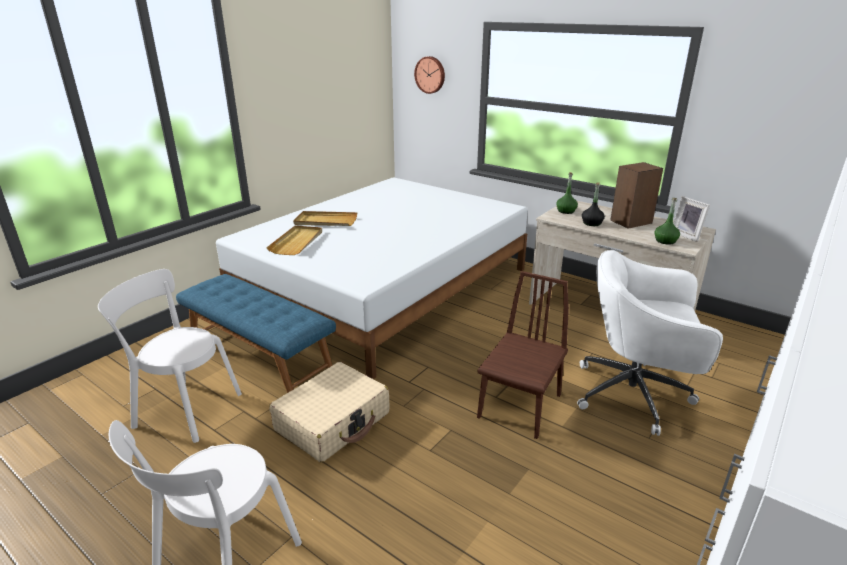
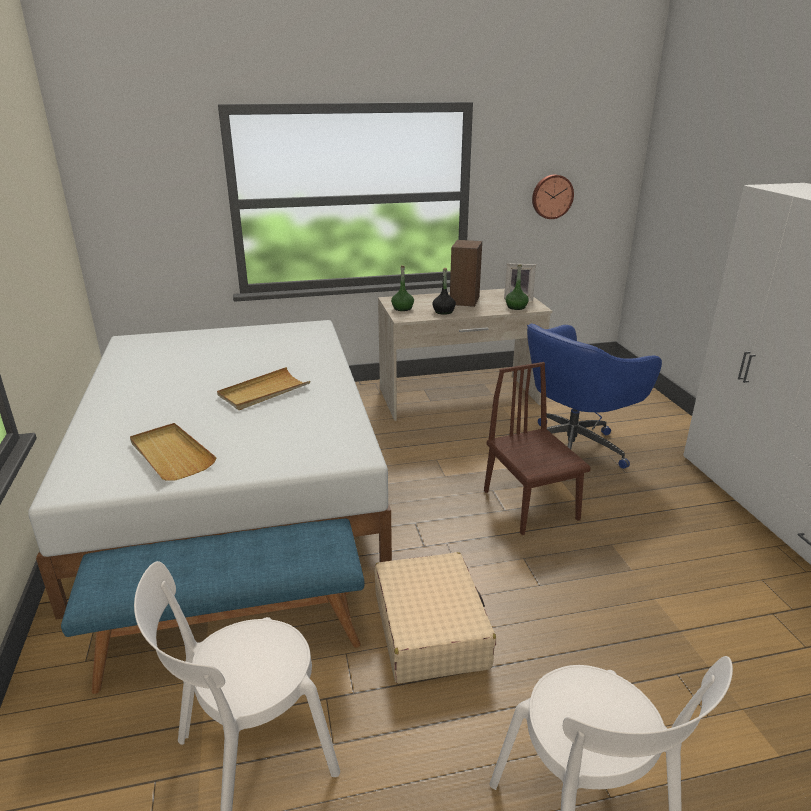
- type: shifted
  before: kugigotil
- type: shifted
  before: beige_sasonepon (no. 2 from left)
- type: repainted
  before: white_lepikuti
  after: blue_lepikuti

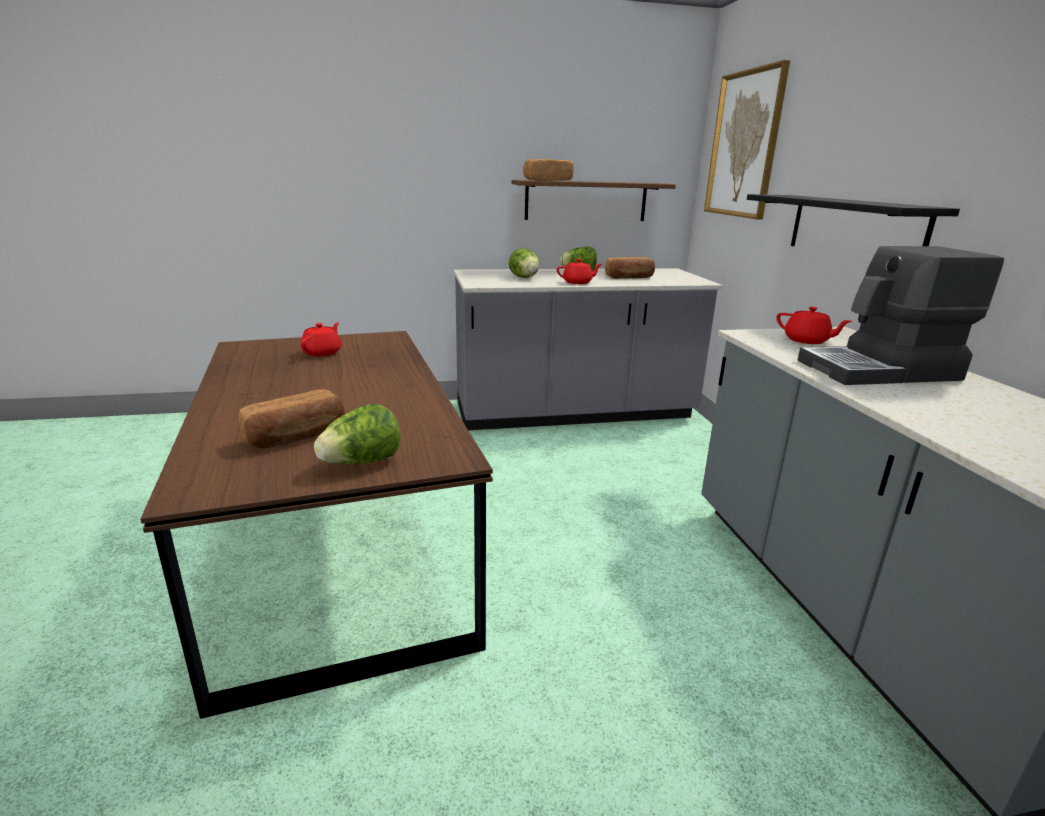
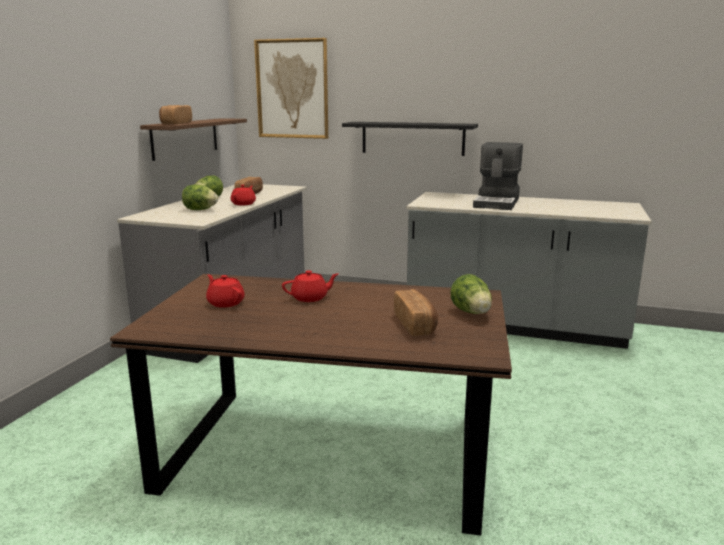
- type: shifted
  before: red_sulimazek (no. 3 from left)

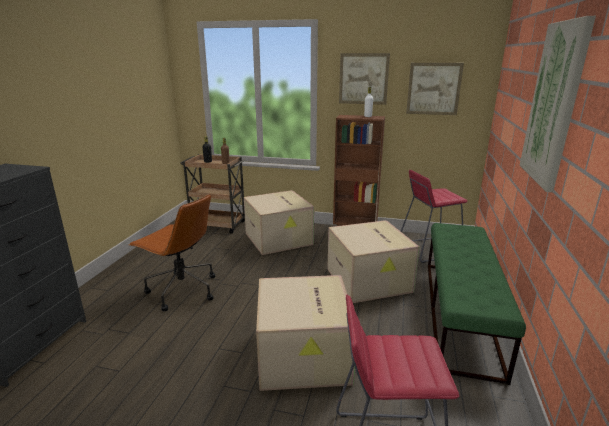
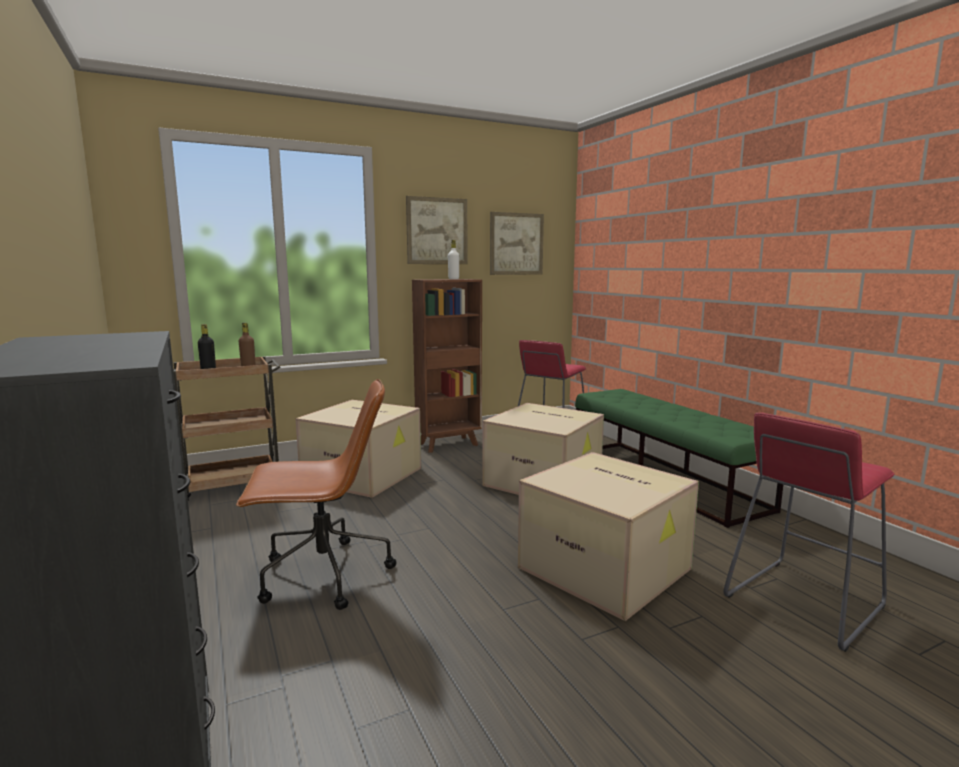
- type: gone
  before: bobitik (no. 3 from left)

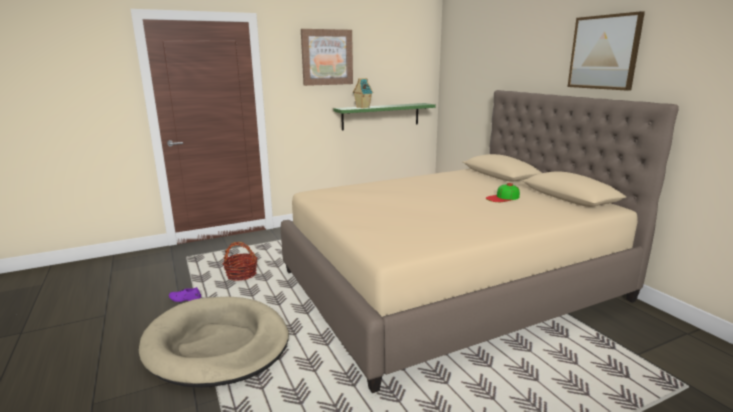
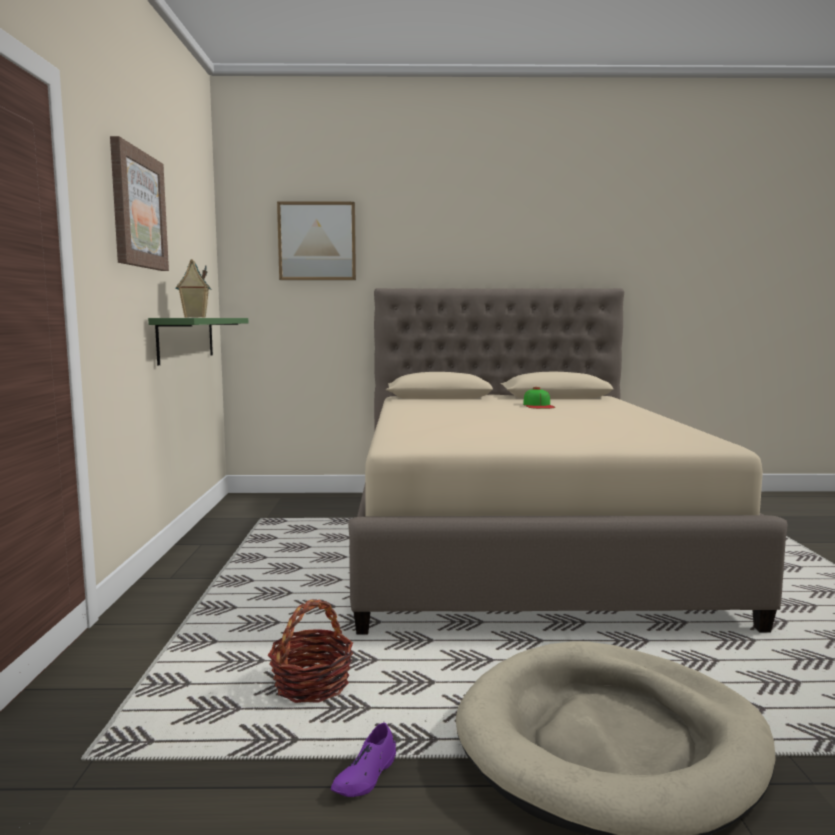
- type: shifted
  before: bobitik (no. 2 from left)

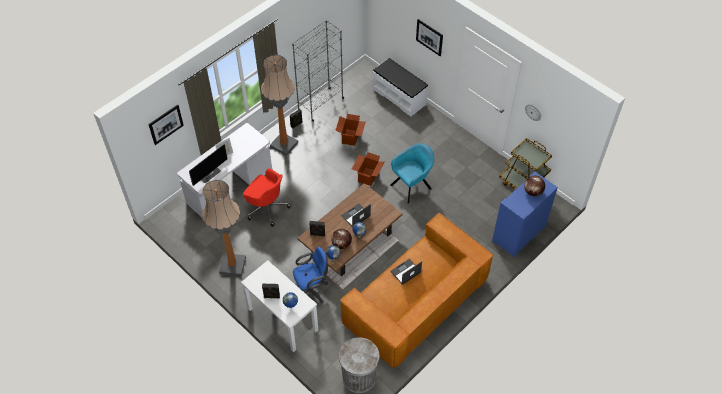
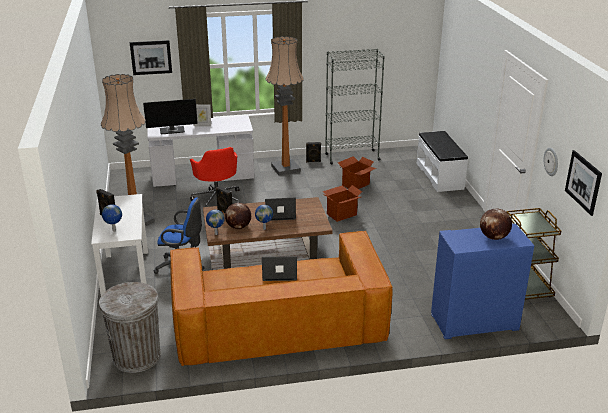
- type: shifted
  before: bobitik (no. 2 from left)
- type: gone
  before: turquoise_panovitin

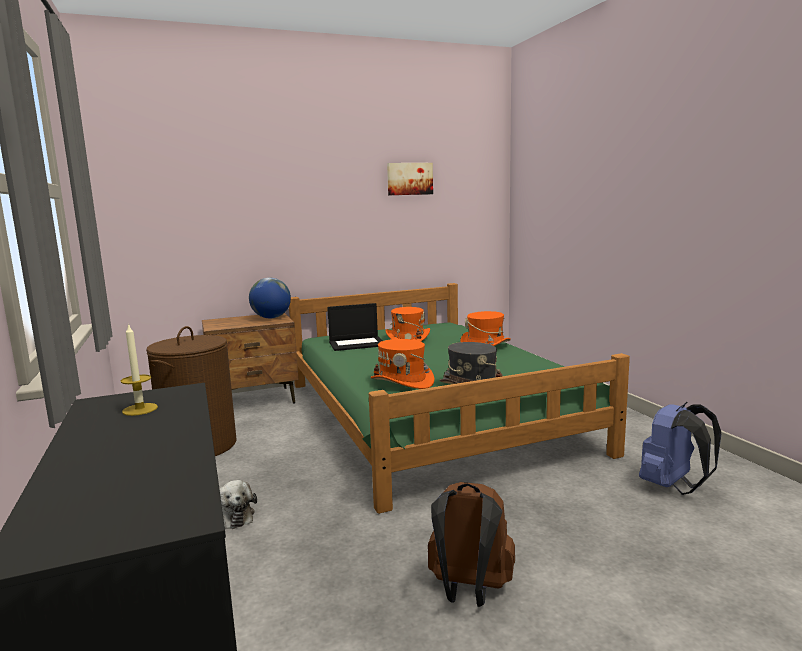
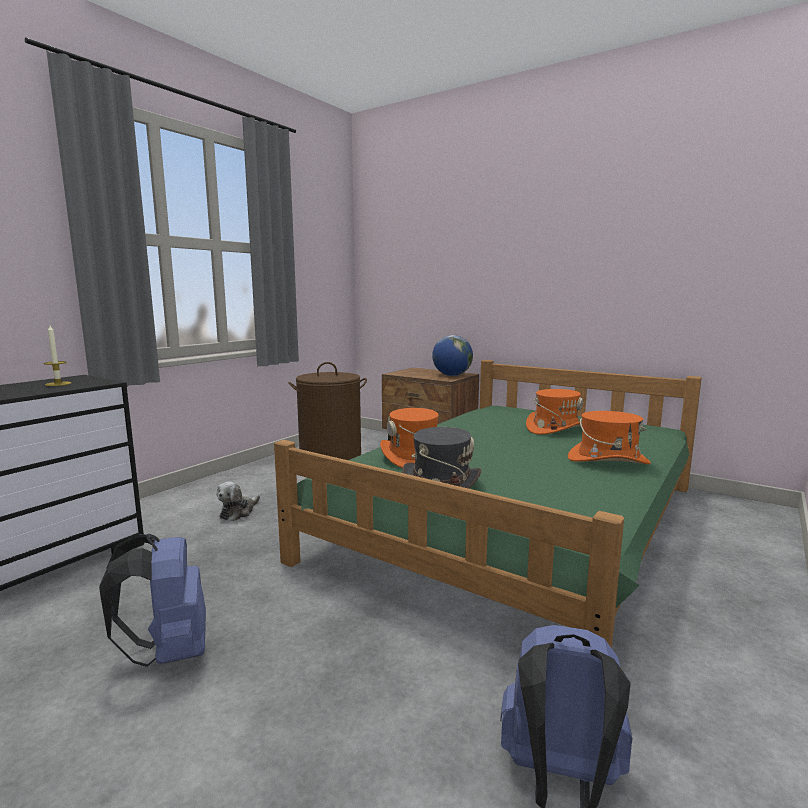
- type: gone
  before: bobitik
- type: gone
  before: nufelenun
- type: repainted
  before: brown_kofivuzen
  after: blue_kofivuzen (no. 1 from left)

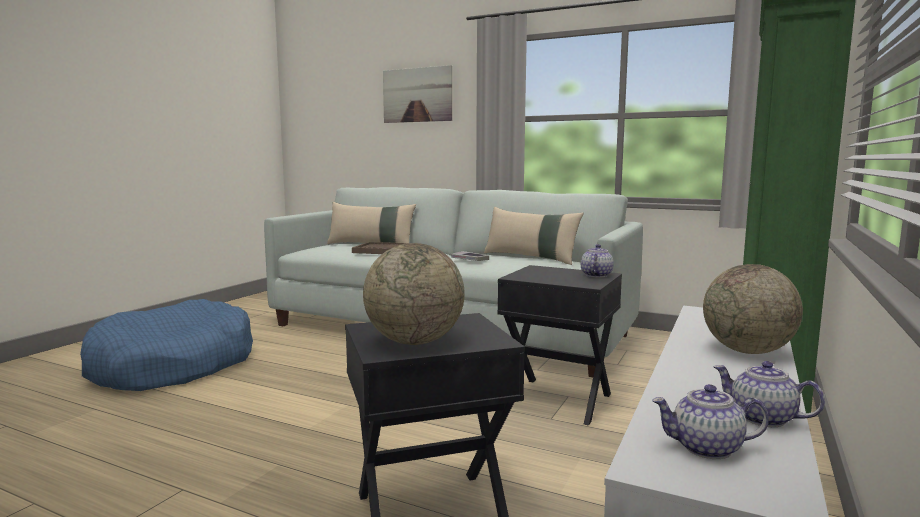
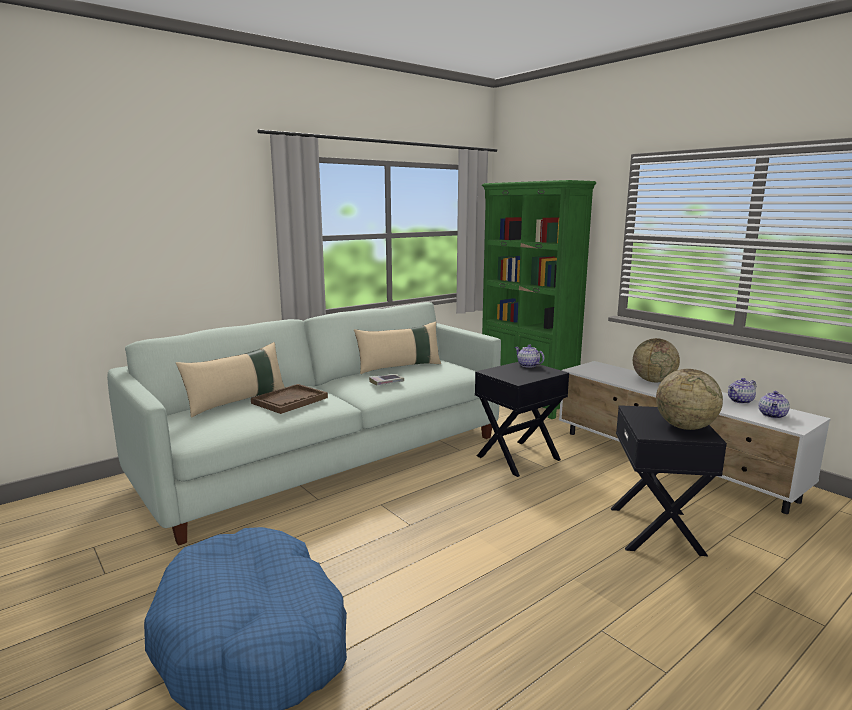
- type: gone
  before: bobitik

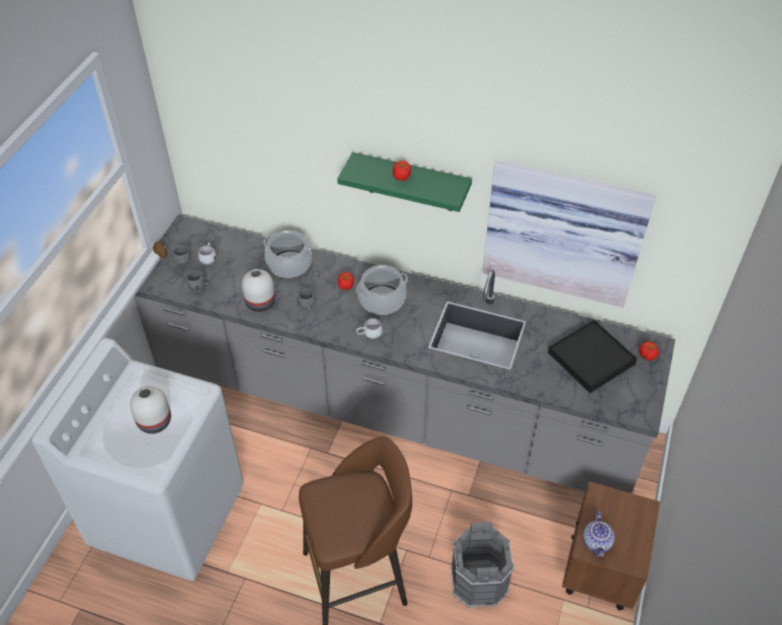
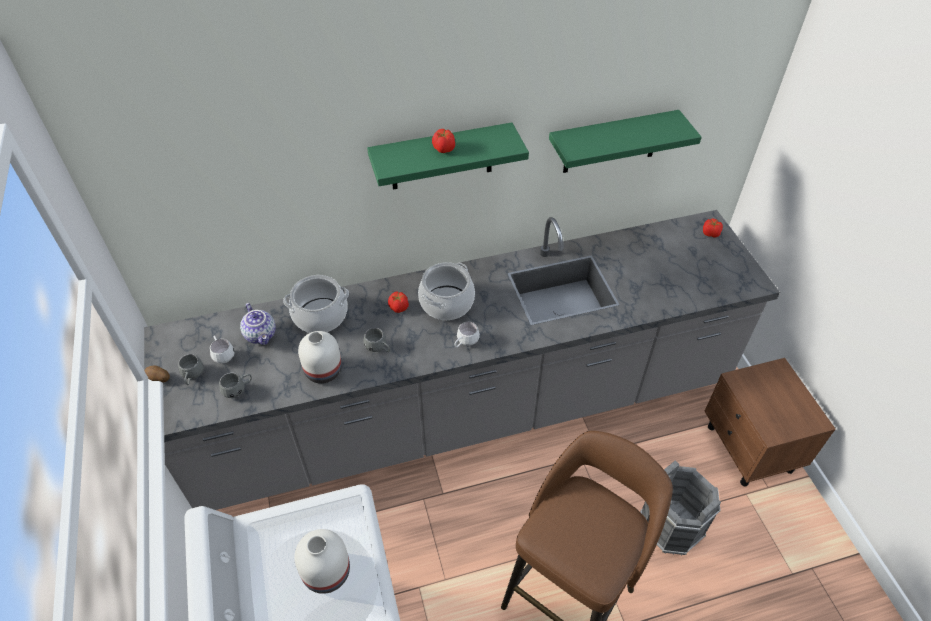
- type: swapped
  before: bobitik
  after: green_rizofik (no. 2 from left)
- type: gone
  before: black_sasonepon
- type: shifted
  before: sulimazek

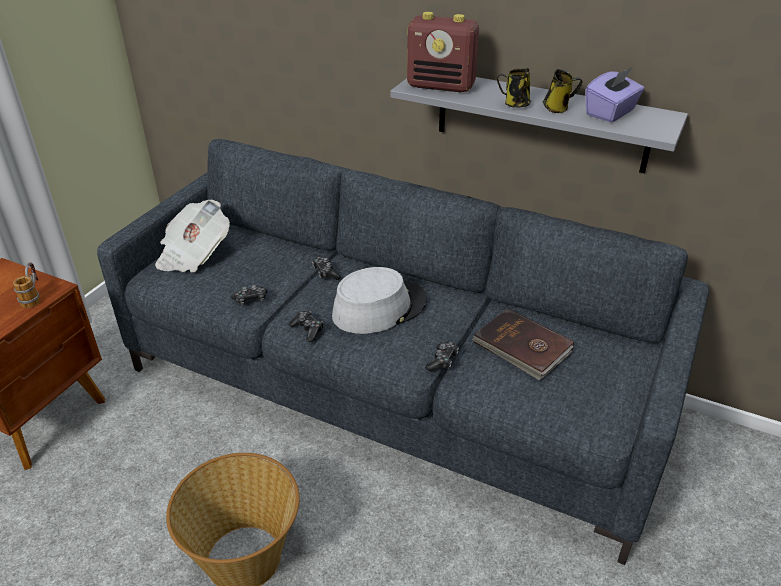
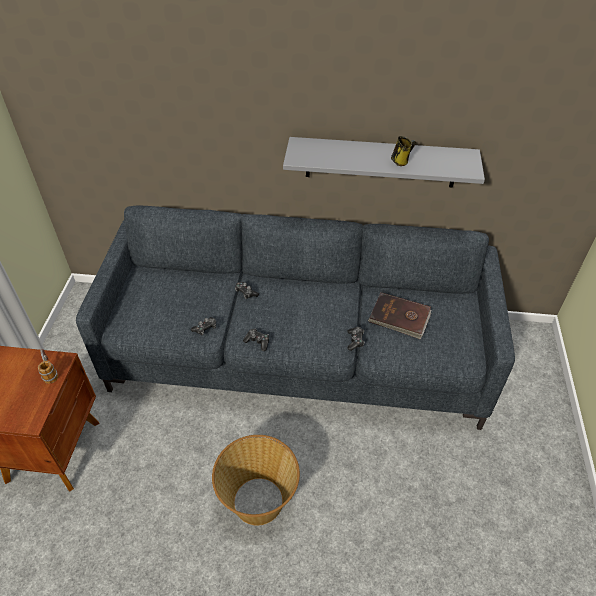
- type: gone
  before: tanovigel
- type: gone
  before: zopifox (no. 2 from left)
- type: gone
  before: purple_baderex
- type: gone
  before: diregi
- type: gone
  before: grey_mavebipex

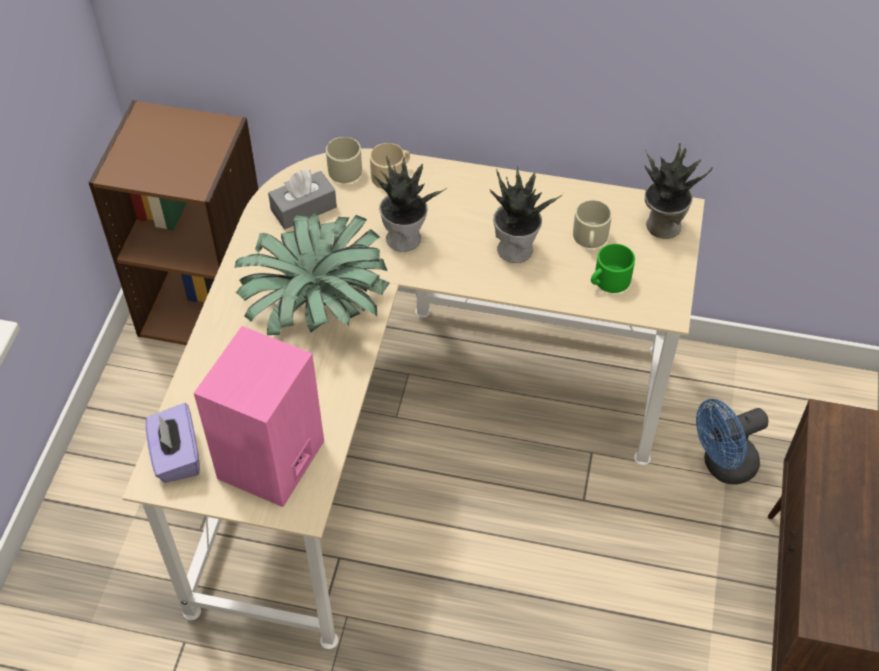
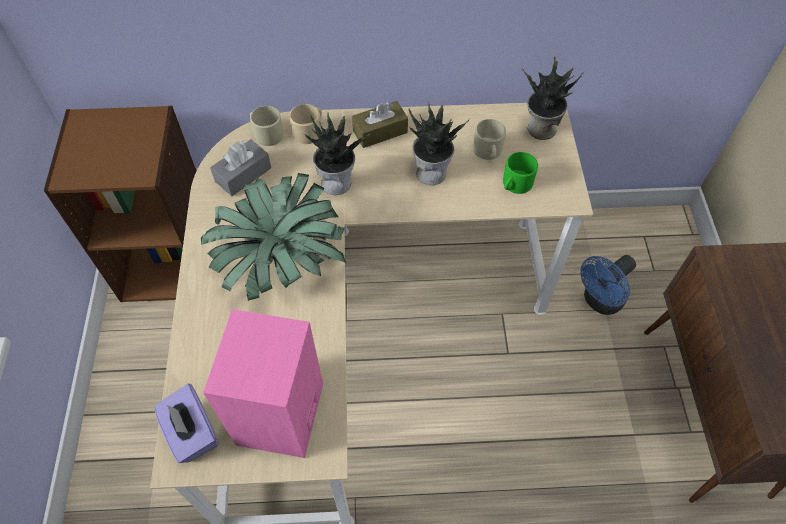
- type: new
  after: brown_baderex

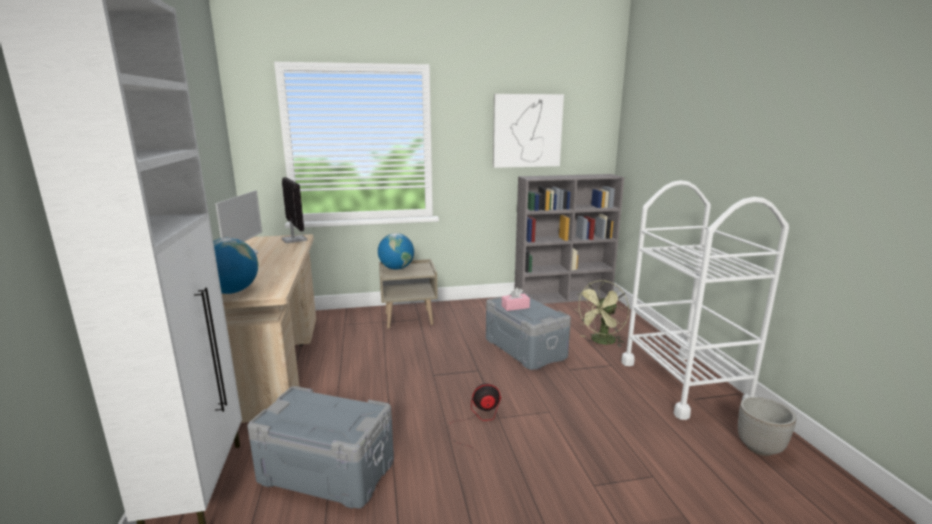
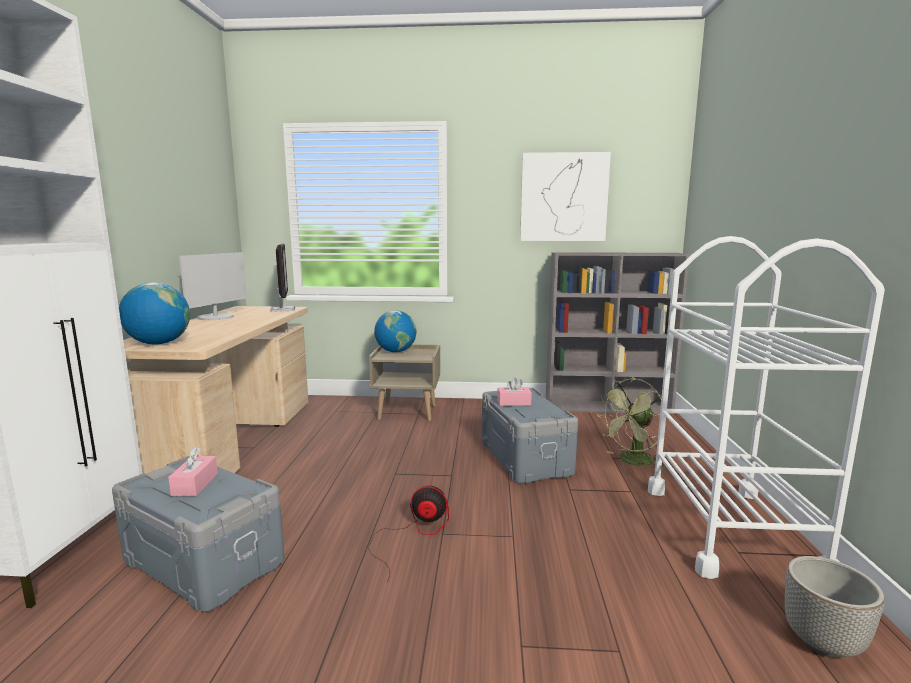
- type: new
  after: pink_baderex (no. 1 from left)

